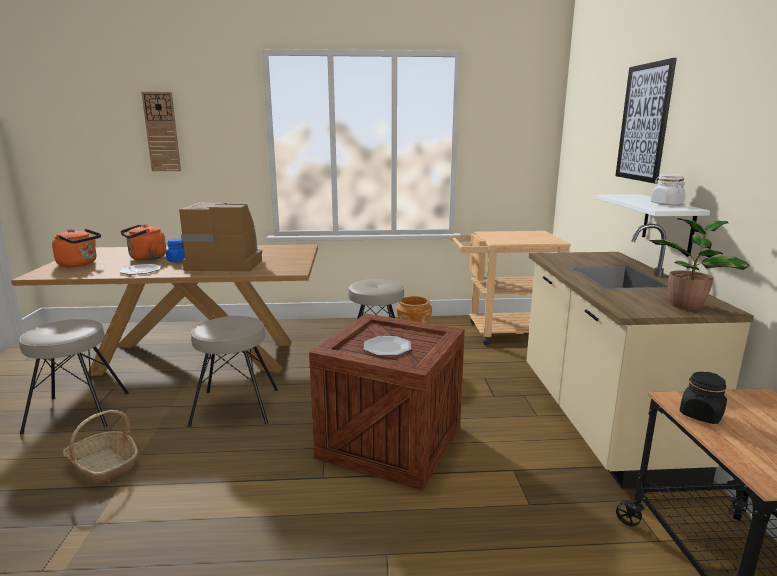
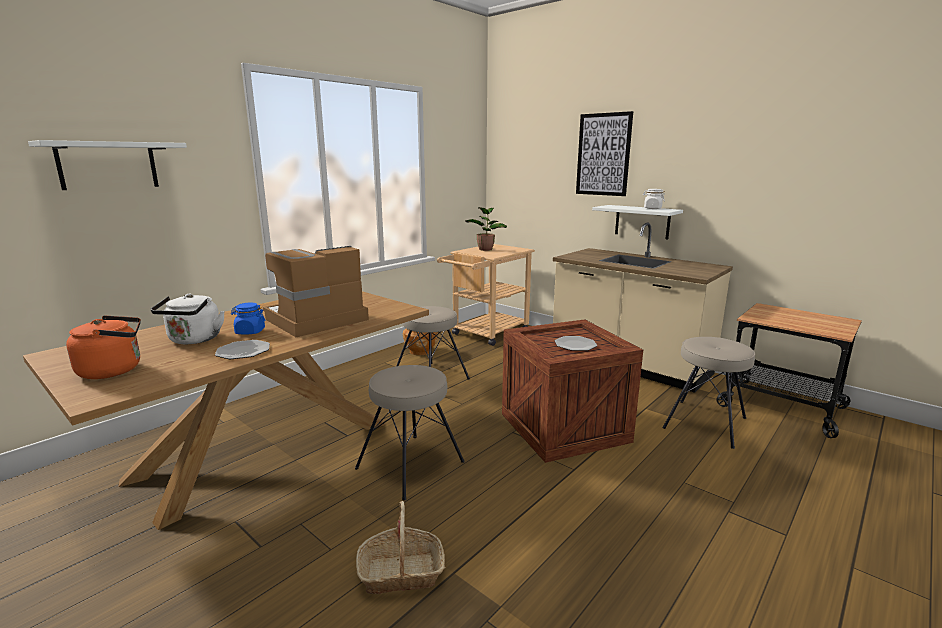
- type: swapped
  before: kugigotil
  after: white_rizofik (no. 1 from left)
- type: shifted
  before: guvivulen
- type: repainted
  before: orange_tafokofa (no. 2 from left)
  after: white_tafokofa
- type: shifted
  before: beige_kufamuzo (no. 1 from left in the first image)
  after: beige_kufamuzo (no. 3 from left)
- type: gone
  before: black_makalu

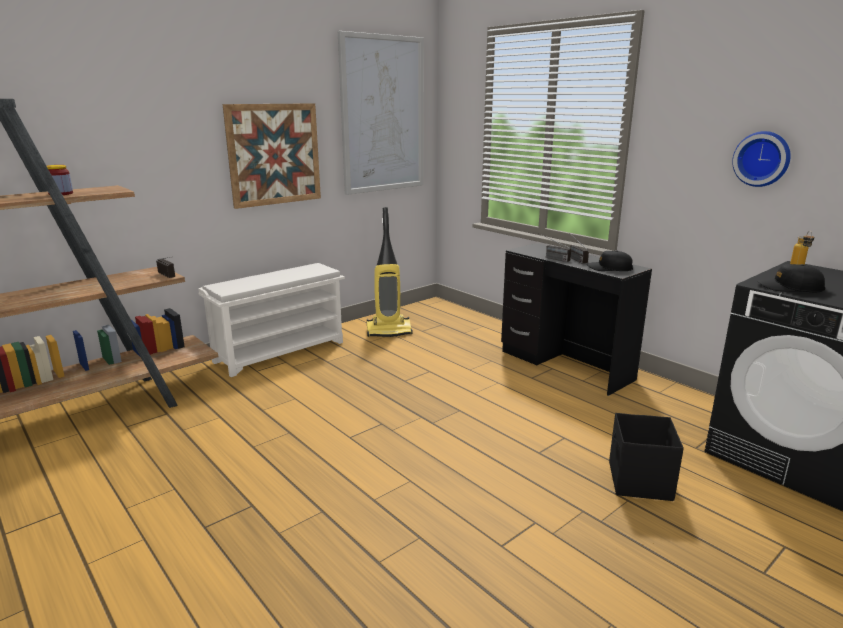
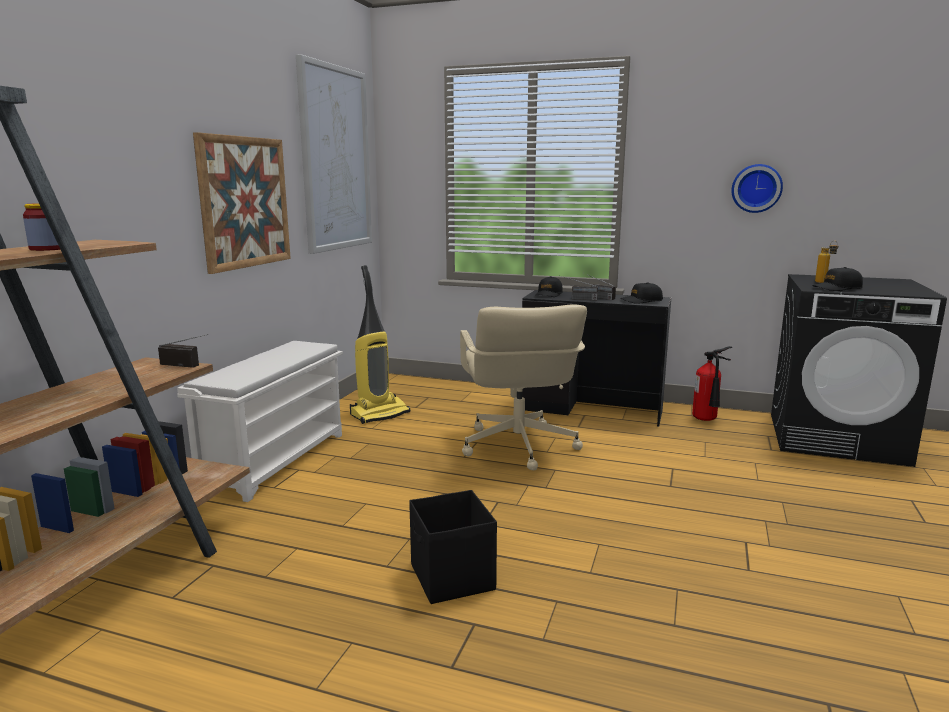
- type: shifted
  before: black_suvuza
- type: new
  after: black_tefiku (no. 1 from left)
- type: new
  after: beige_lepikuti
- type: new
  after: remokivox

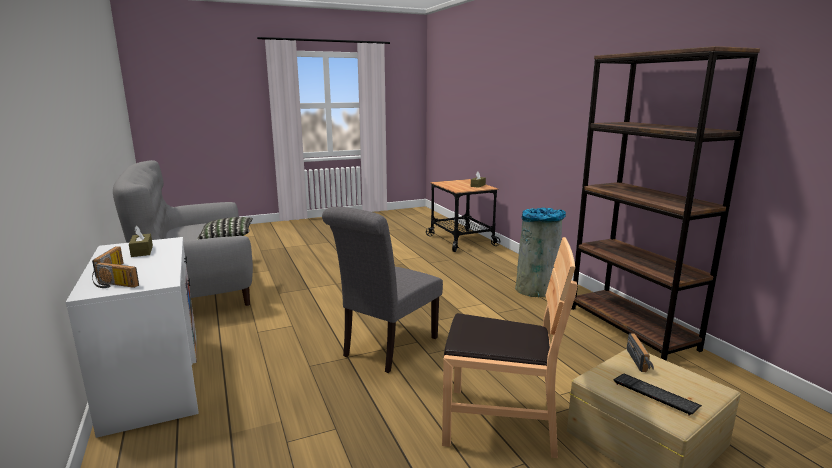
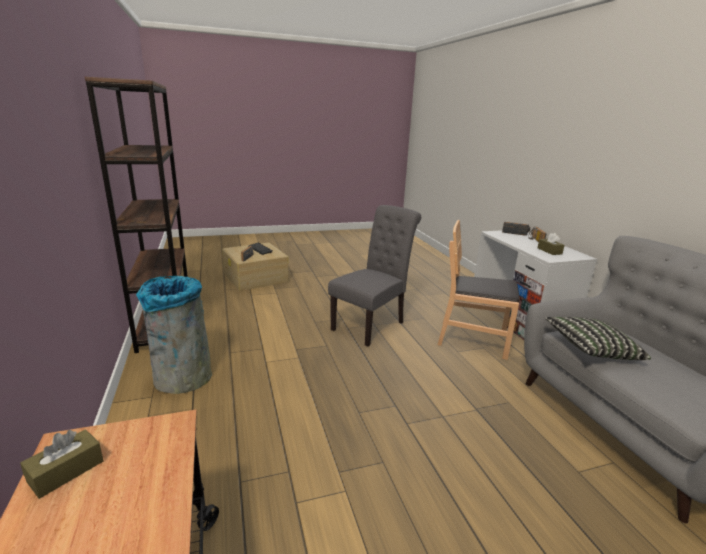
- type: shifted
  before: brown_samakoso

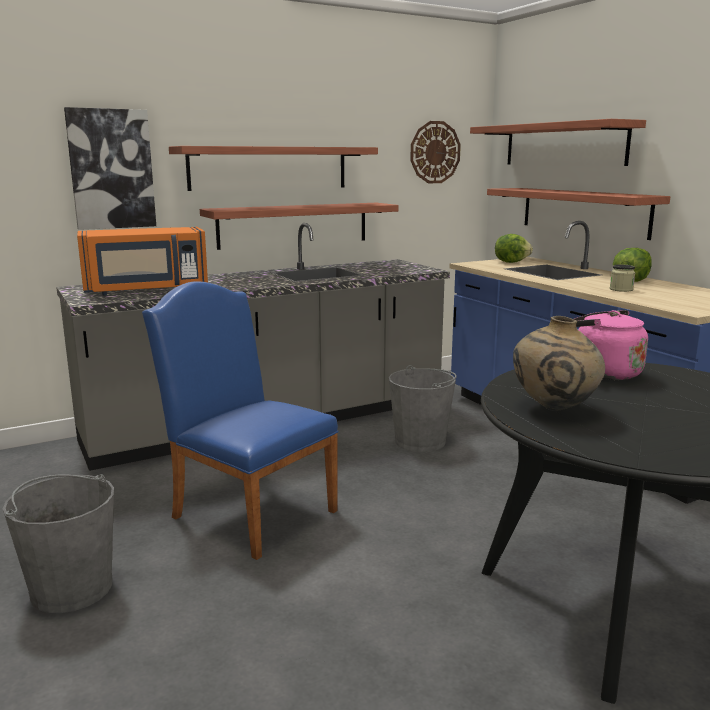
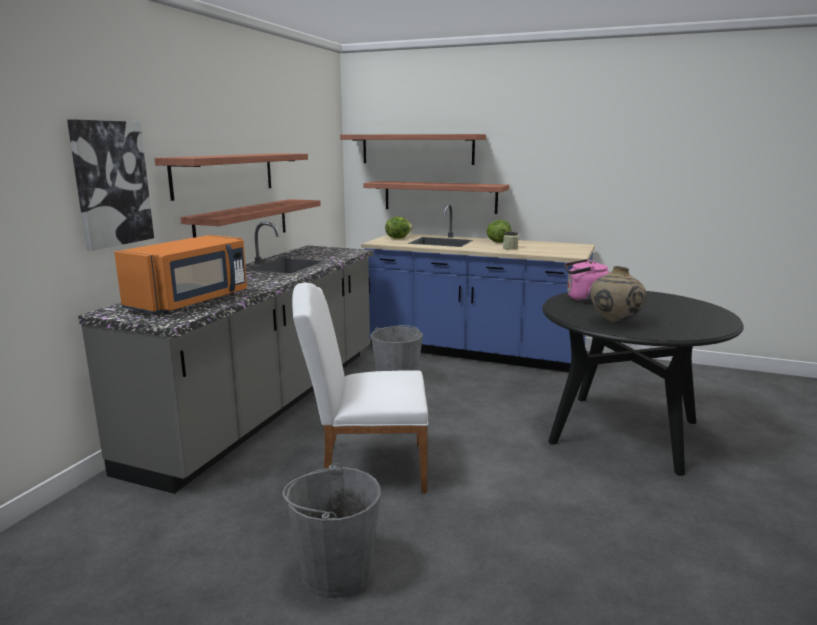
- type: gone
  before: kugigotil
- type: repainted
  before: blue_samakoso
  after: white_samakoso

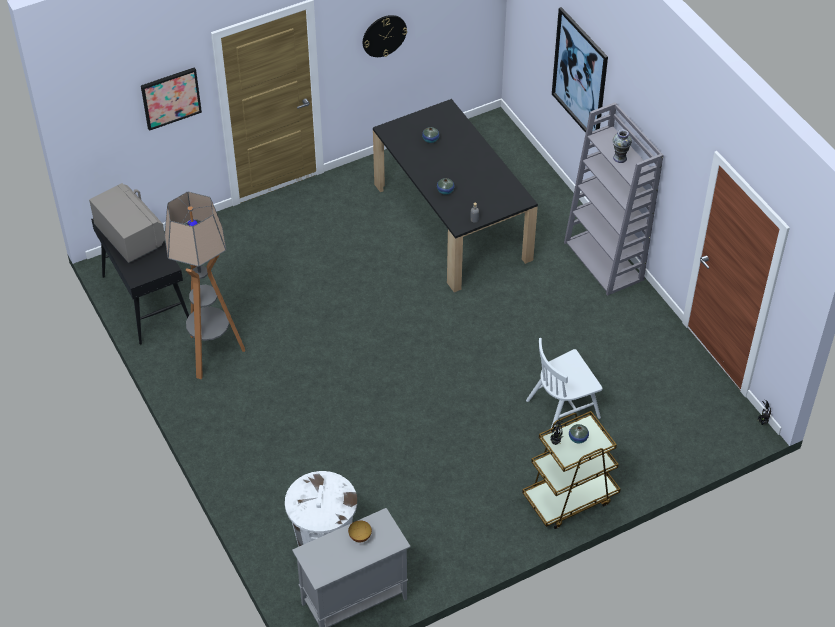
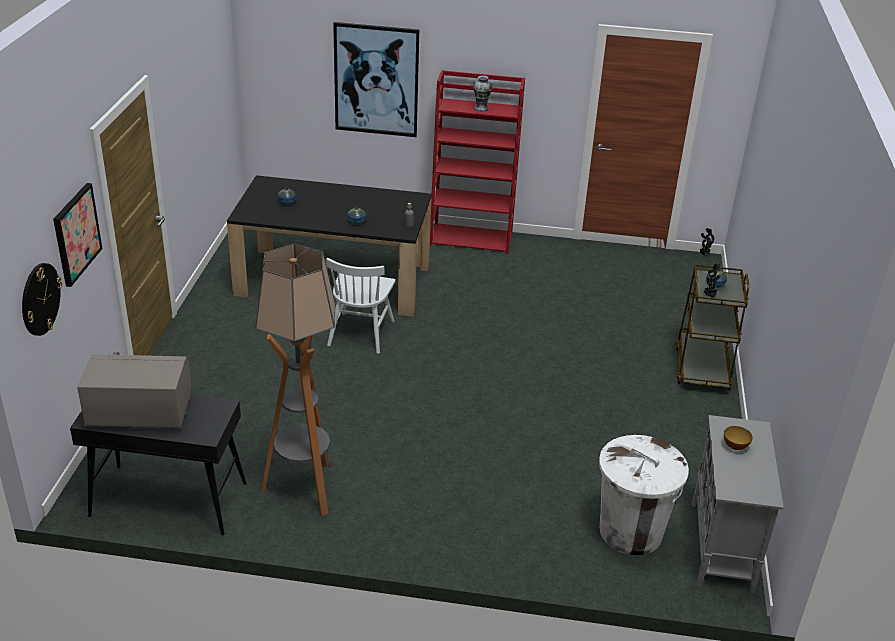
- type: shifted
  before: kugigotil
- type: repainted
  before: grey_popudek
  after: red_popudek
- type: shifted
  before: white_samakoso

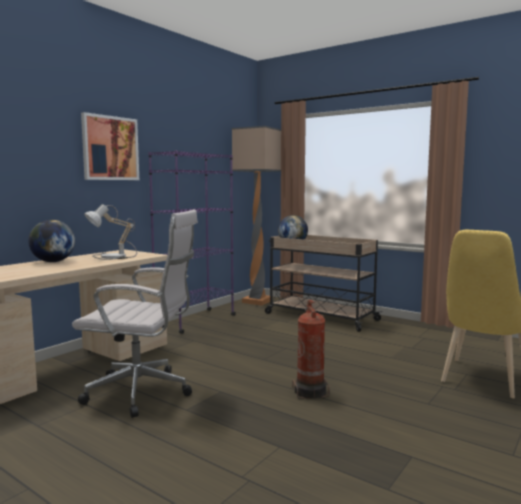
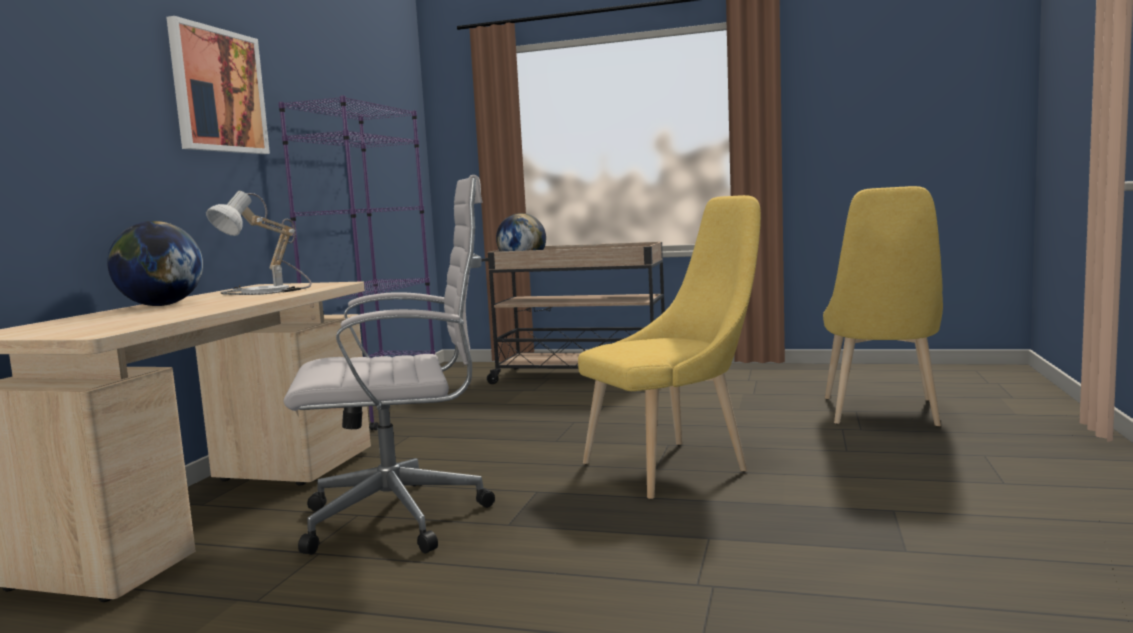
- type: gone
  before: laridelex
- type: swapped
  before: remokivox
  after: yellow_samakoso (no. 1 from left)

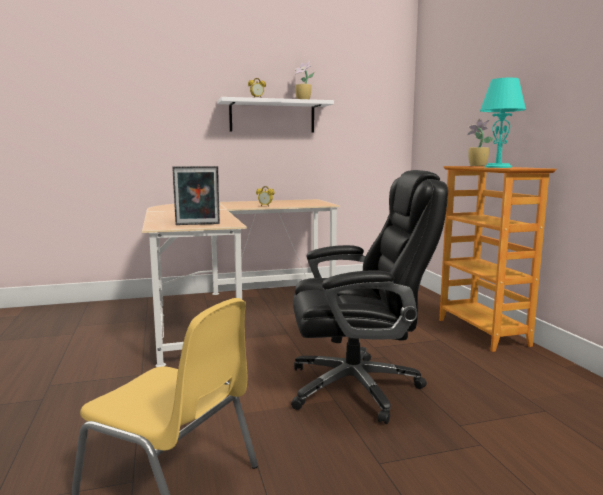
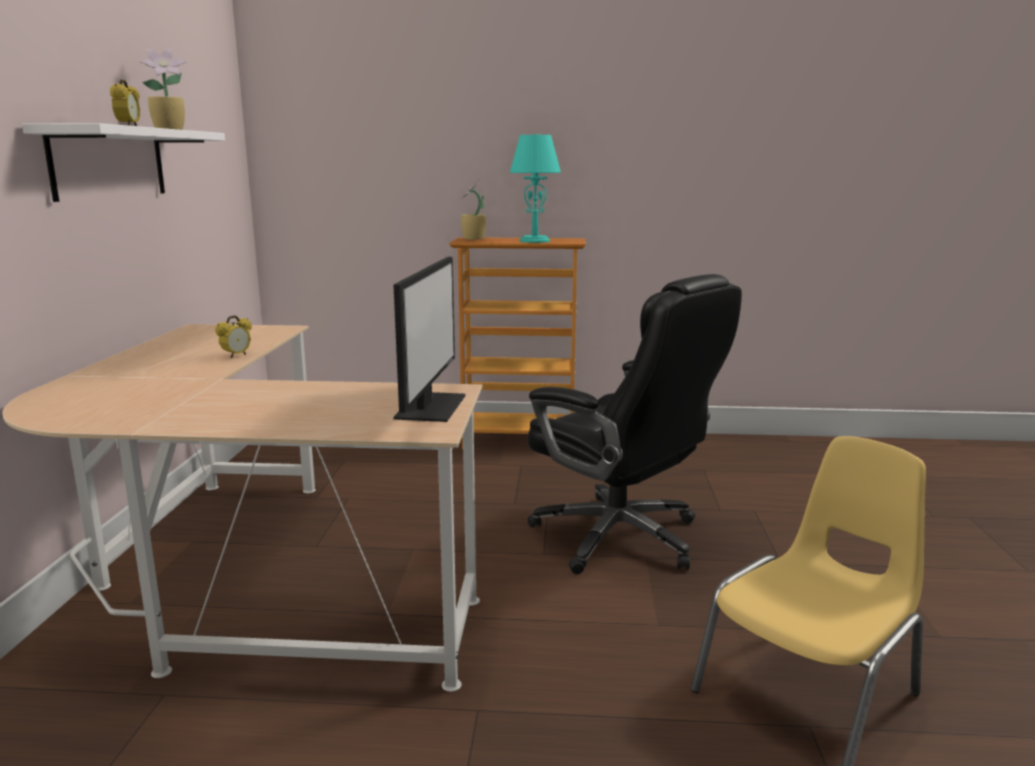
- type: swapped
  before: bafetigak
  after: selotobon
- type: rotated
  before: black_lepikuti
  turn: 120

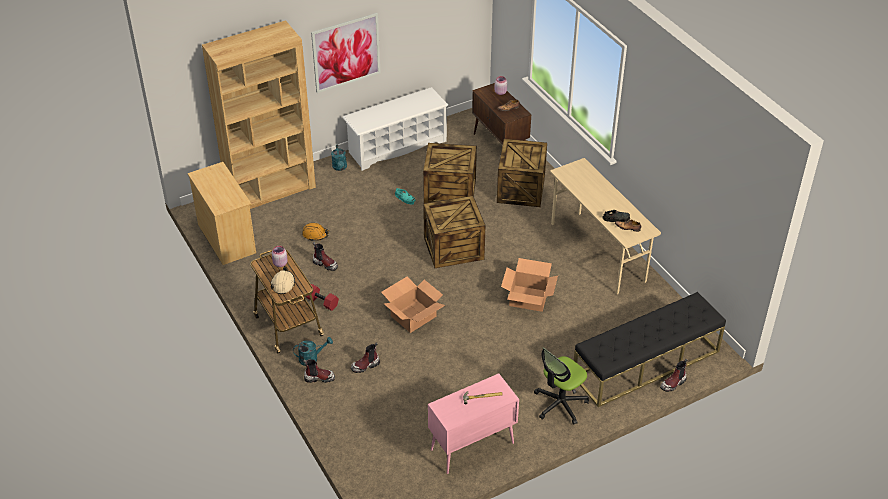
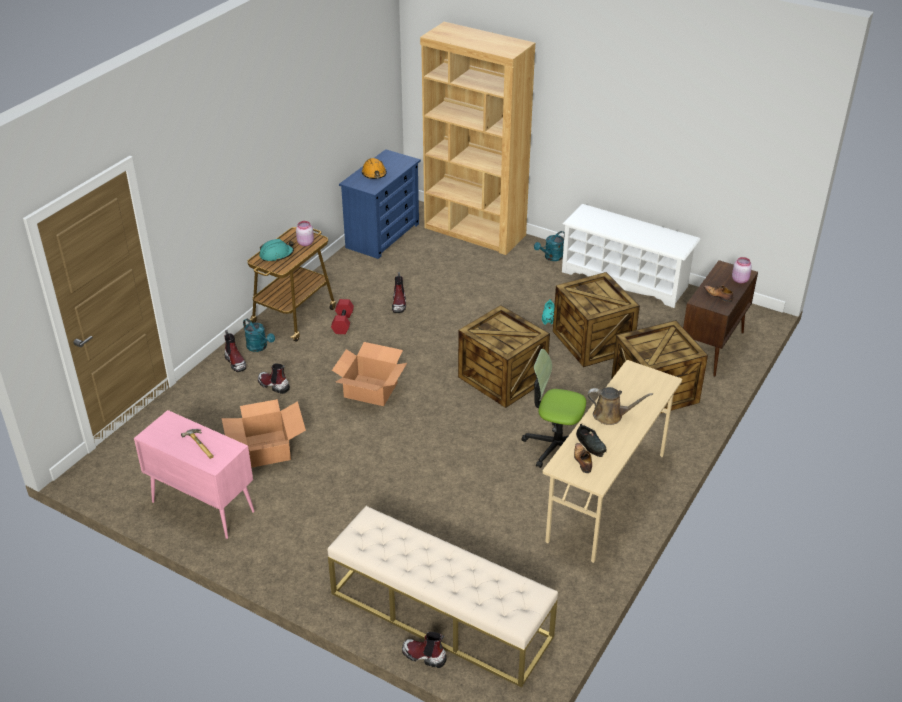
- type: gone
  before: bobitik
- type: repainted
  before: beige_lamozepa
  after: blue_lamozepa
- type: shifted
  before: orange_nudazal
- type: shifted
  before: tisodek (no. 2 from left in the first image)
  after: tisodek (no. 1 from left)
- type: repainted
  before: beige_nudazal
  after: turquoise_nudazal
- type: repainted
  before: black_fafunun
  after: beige_fafunun
- type: shifted
  before: lepikuti
- type: new
  after: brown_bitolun

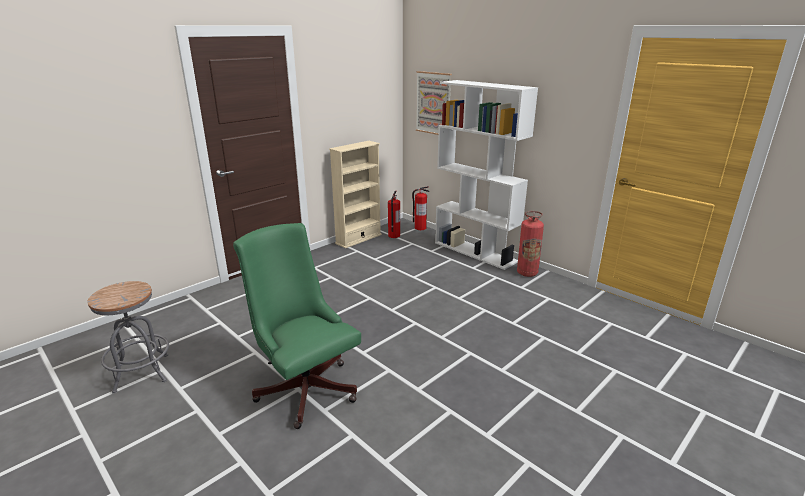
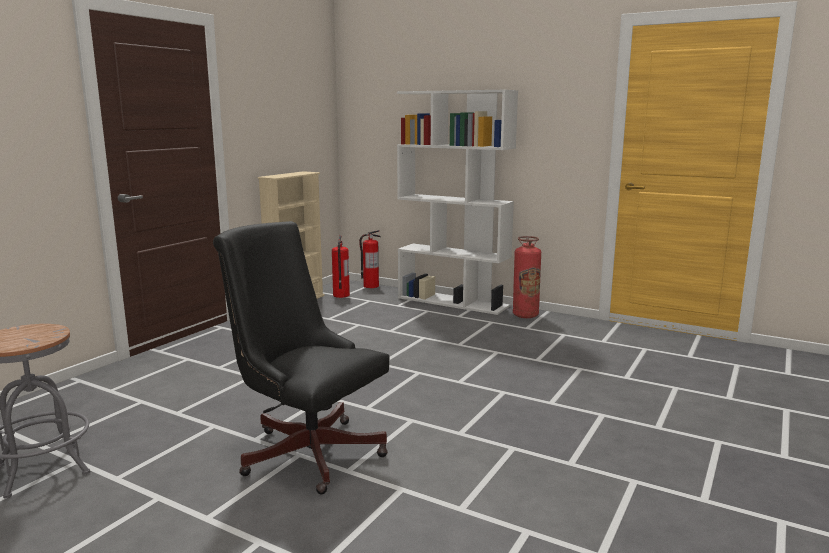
- type: gone
  before: bobitik
- type: repainted
  before: green_lepikuti
  after: black_lepikuti

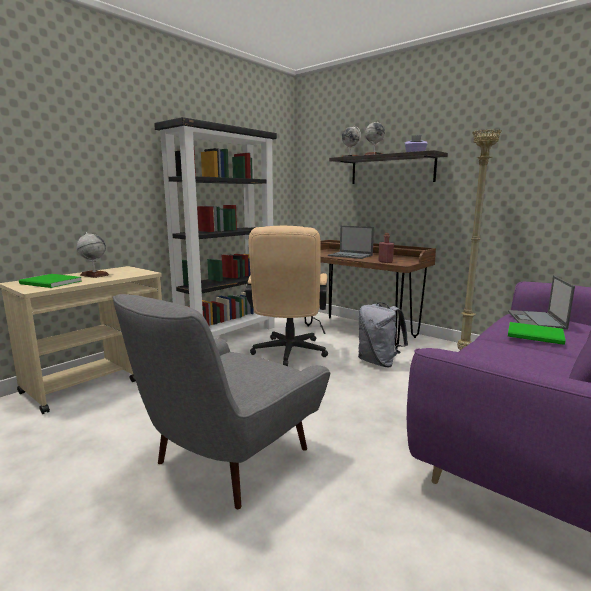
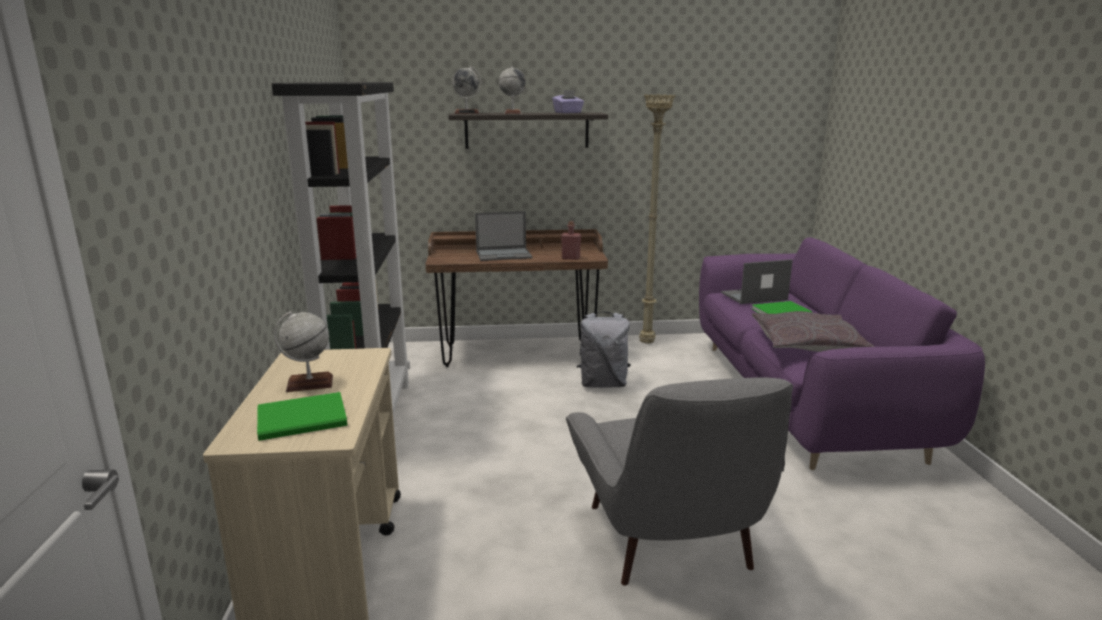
- type: gone
  before: beige_lepikuti
- type: rotated
  before: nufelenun (no. 2 from left)
  turn: 105
- type: new
  after: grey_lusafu

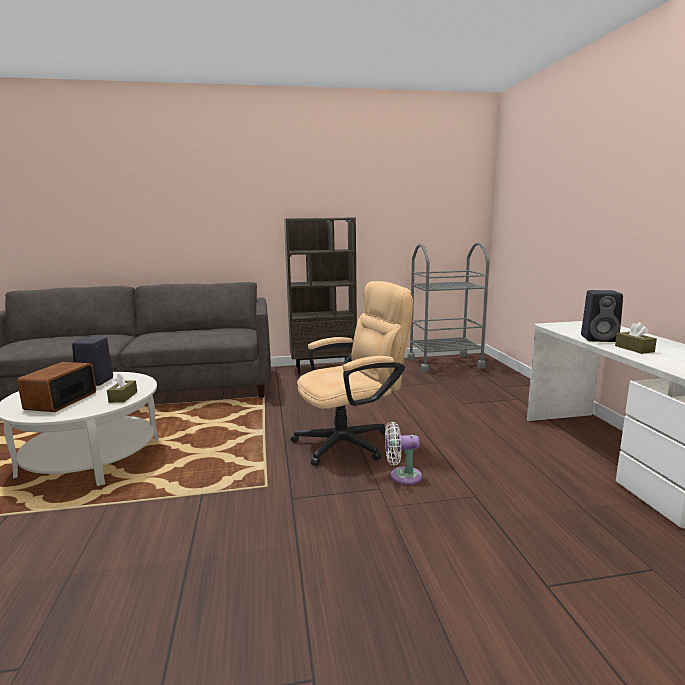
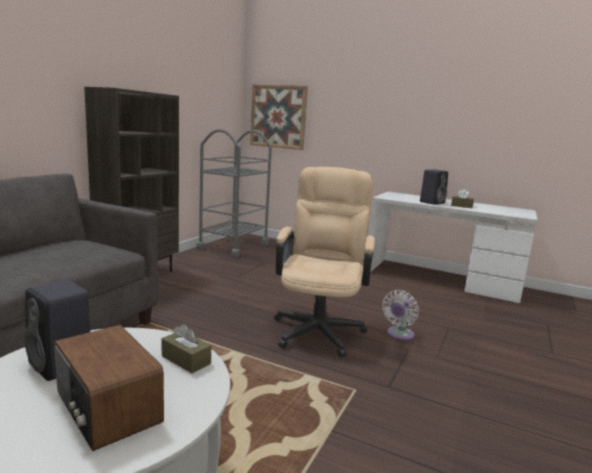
- type: new
  after: bobitik

